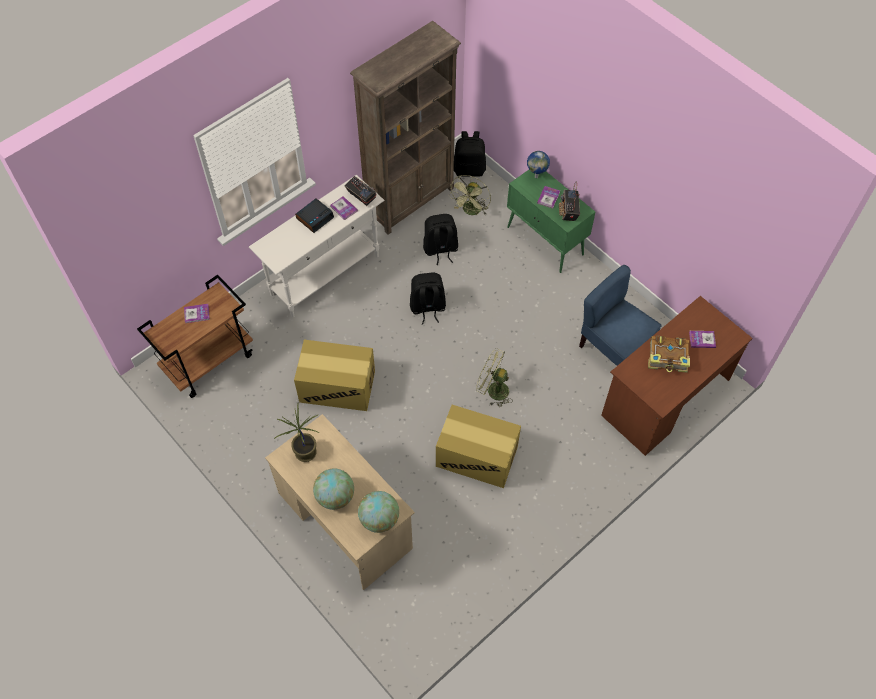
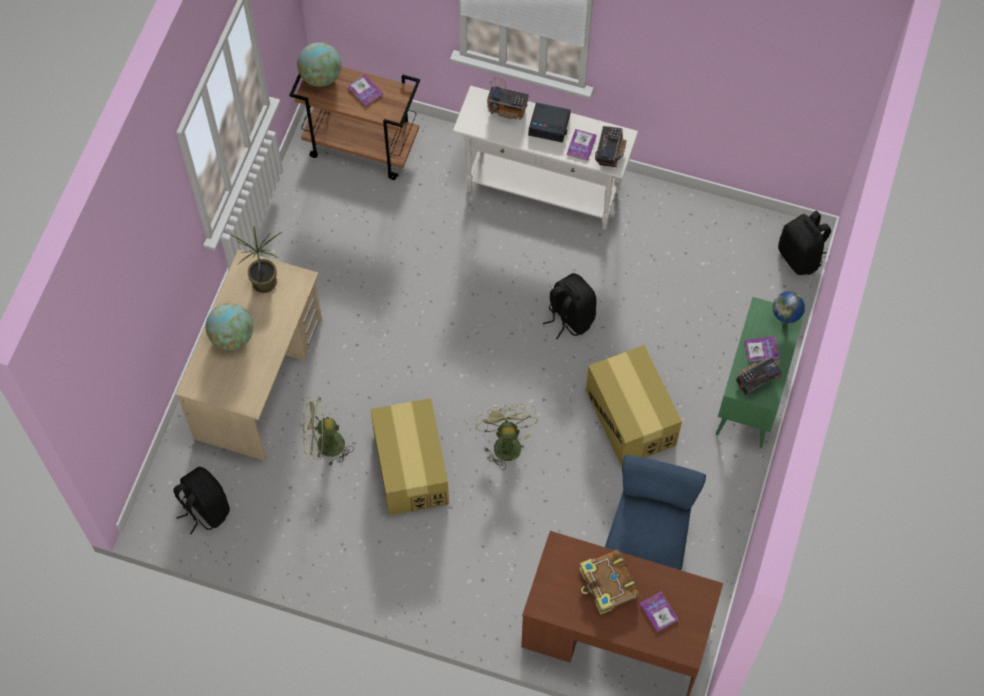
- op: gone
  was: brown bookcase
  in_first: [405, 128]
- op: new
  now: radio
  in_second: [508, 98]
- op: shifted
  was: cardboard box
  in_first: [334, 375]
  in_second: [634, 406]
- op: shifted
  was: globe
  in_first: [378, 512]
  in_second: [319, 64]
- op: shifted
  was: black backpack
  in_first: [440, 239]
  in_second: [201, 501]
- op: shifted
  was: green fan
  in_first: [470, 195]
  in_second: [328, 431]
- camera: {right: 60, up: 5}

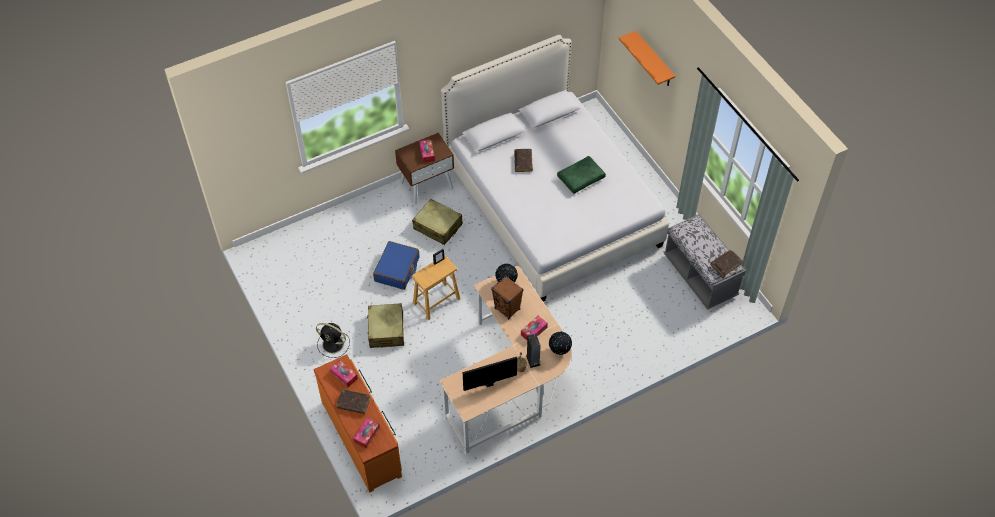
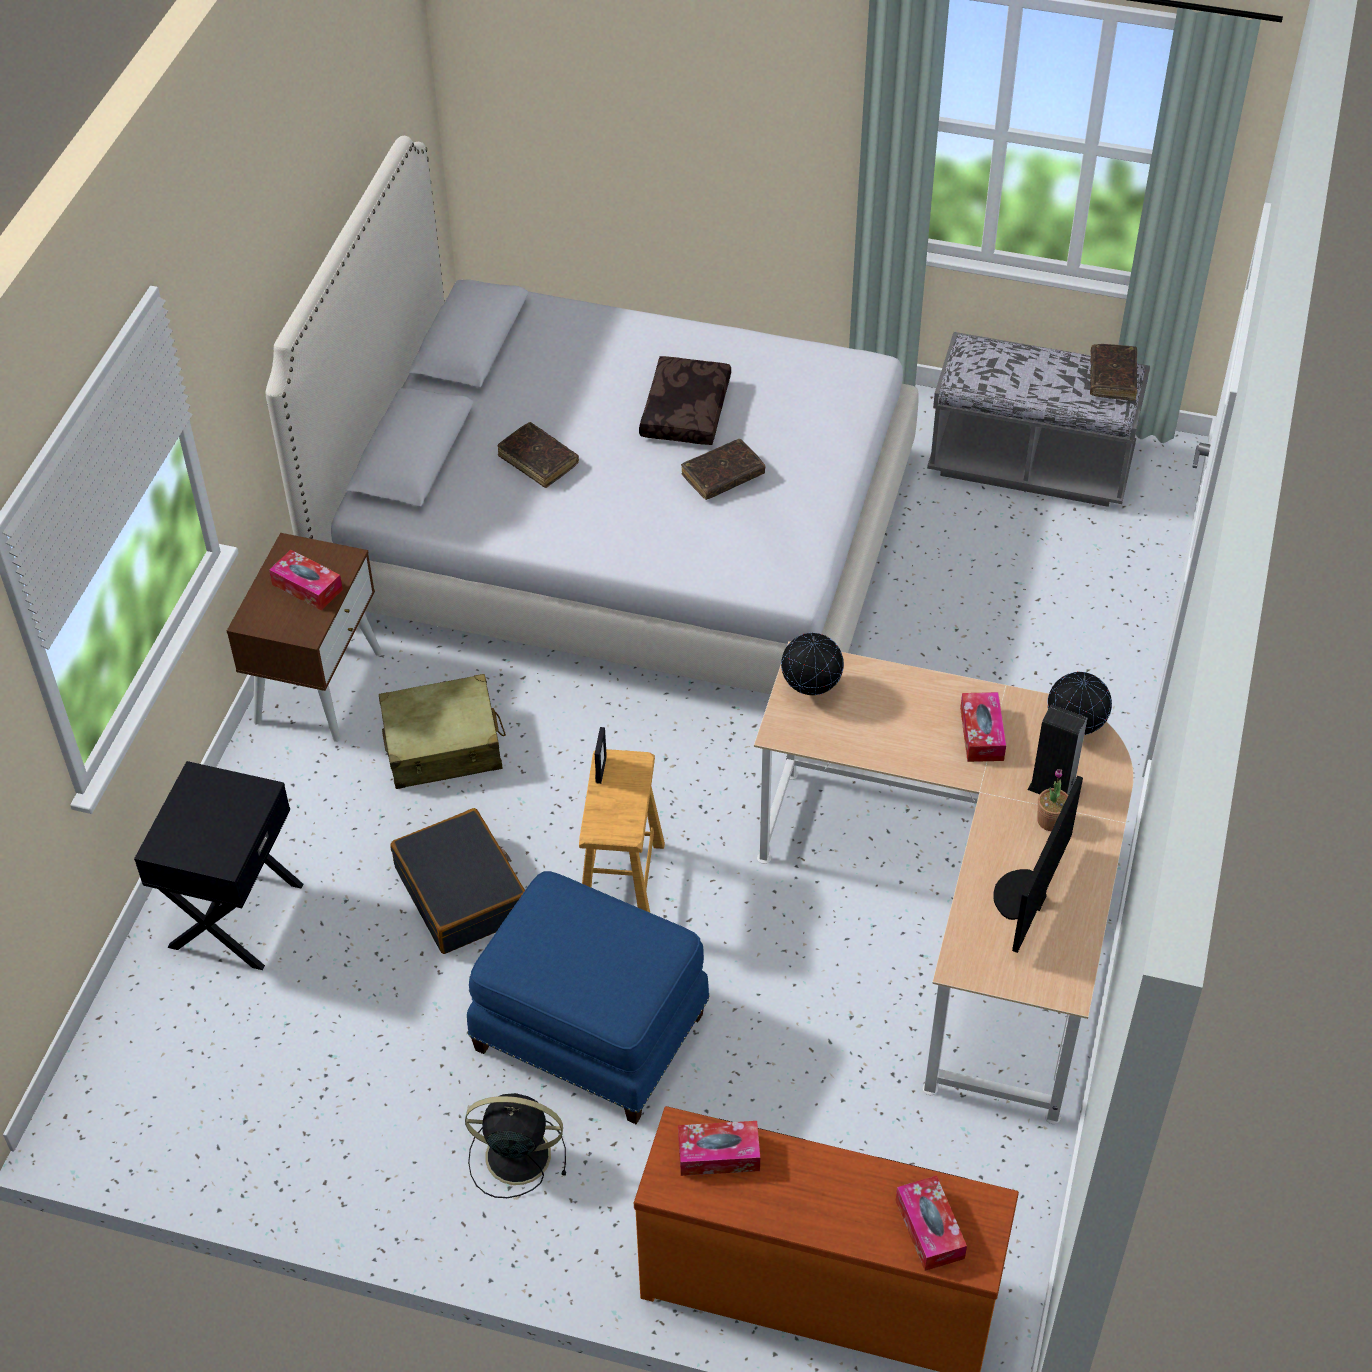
- op: gone
  was: brown speaker
  in_first: [507, 297]
- op: gone
  was: orange shelf
  in_first: [647, 58]
- op: new
  now: black nightstand
  in_second: [218, 865]
- op: shifted
  was: brown book
  in_first: [353, 401]
  in_second: [723, 469]
- op: swapped
  was: beige suitcase
  now: blue ottoman
  in_first: [385, 325]
  in_second: [588, 997]
- op: repainted
  was: blue suitcase
  now: black suitcase
  in_first: [396, 265]
  in_second: [458, 881]
- op: repainted
  was: green pillow
  now: brown pillow
  in_first: [581, 175]
  in_second: [685, 400]
- op: rotated
  was: black fan
  in_first: [333, 340]
  in_second: [515, 1145]
  clockwise: -150
- camera: {right: -45, up: -5}

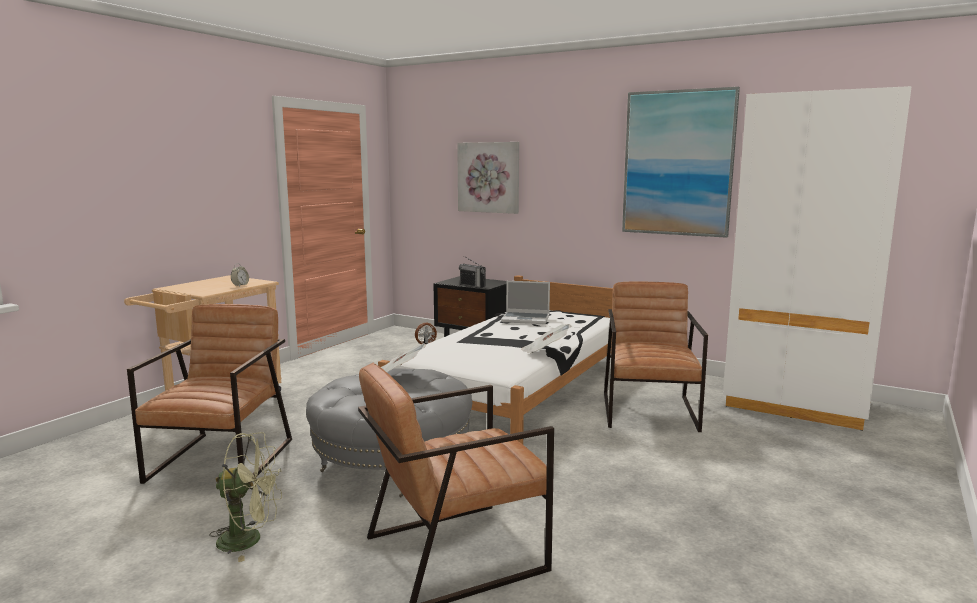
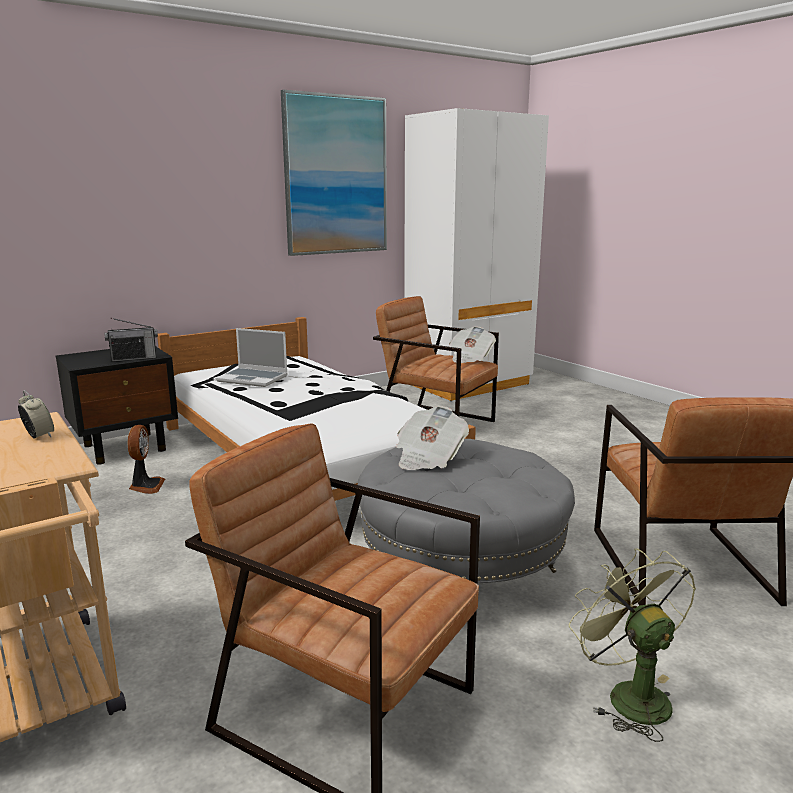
- op: gone
  was: picture
  in_first: [488, 178]
- op: shifted
  was: newspaper
  in_first: [546, 339]
  in_second: [472, 344]
- op: rotated
  was: green fan
  in_first: [245, 497]
  in_second: [632, 645]
  clockwise: -45
- op: rotated
  was: laptop
  in_first: [525, 302]
  in_second: [251, 357]
  clockwise: 75
- camera: {right: -65, up: 5}

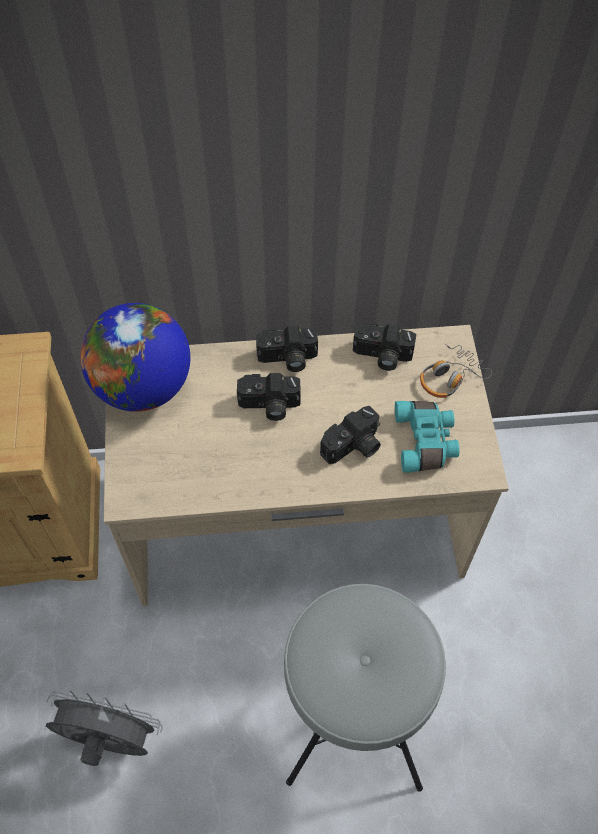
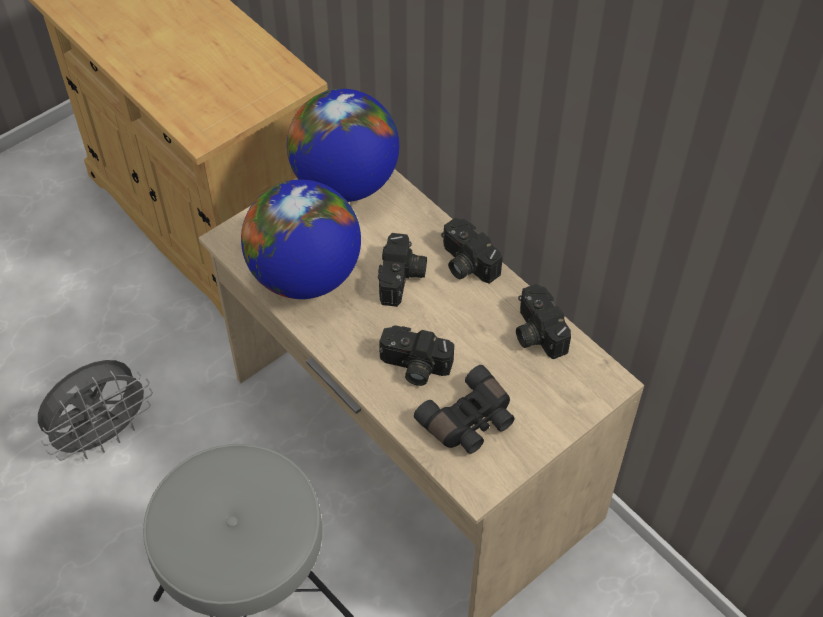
- op: gone
  was: headphones
  in_first: [456, 371]
- op: new
  now: globe
  in_second: [301, 239]
- op: repainted
  was: turquoise binoculars
  now: black binoculars
  in_first: [427, 437]
  in_second: [464, 409]
- op: rotated
  was: grey fan
  in_first: [104, 728]
  in_second: [95, 410]
  clockwise: 75
- op: rotated
  was: photo camera
  in_first: [269, 397]
  in_second: [402, 270]
  clockwise: -135
- camera: {right: 55, up: -5}

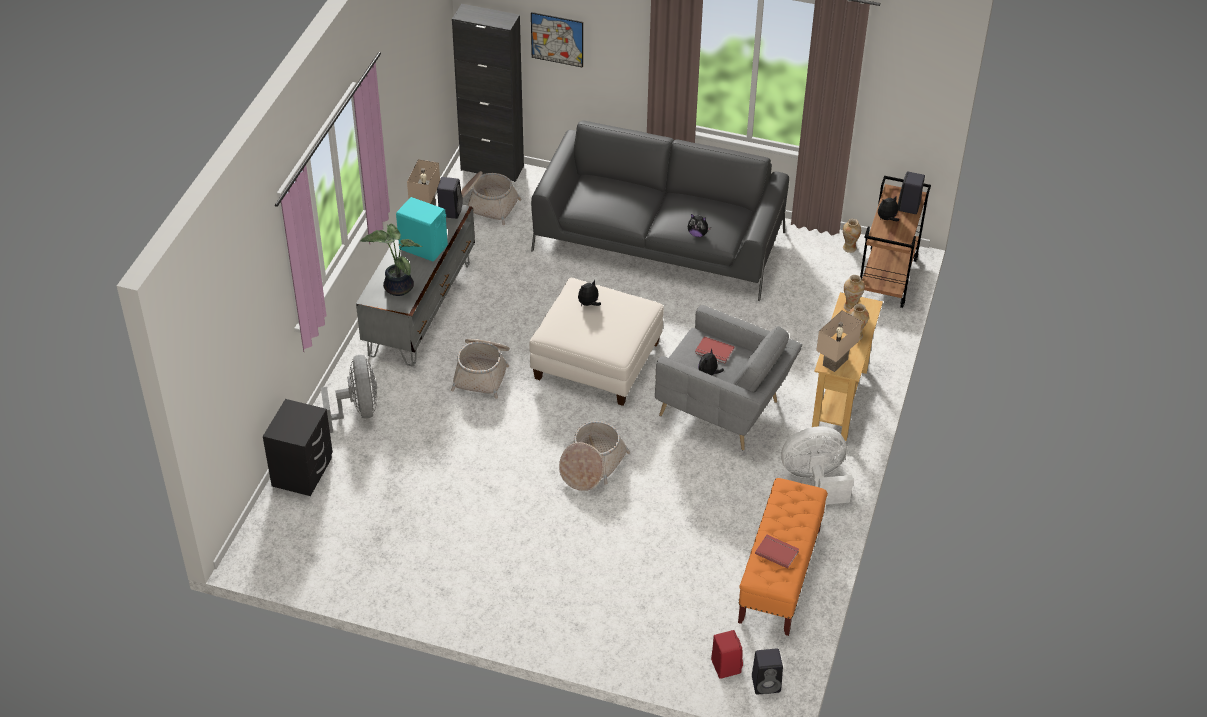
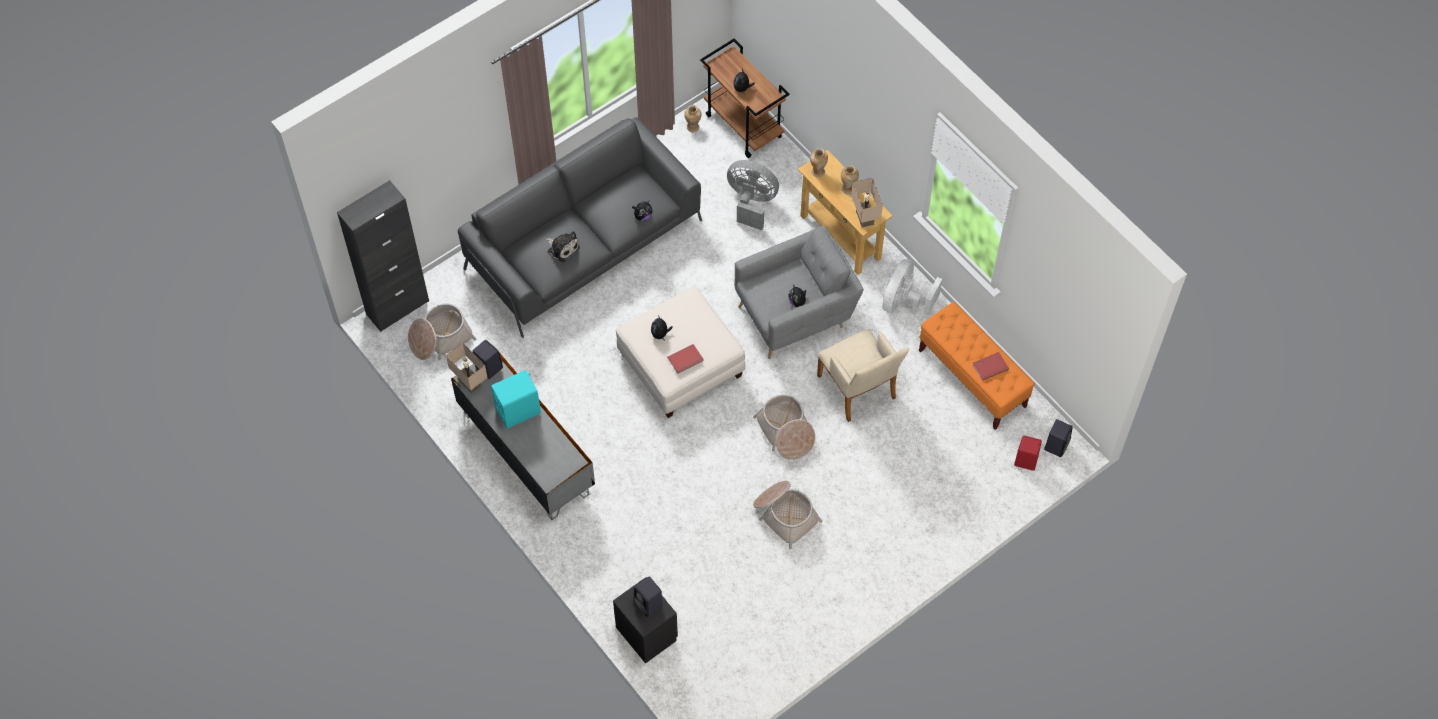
- op: gone
  was: potted plant
  in_first: [391, 260]
- op: gone
  was: picture
  in_first: [557, 40]
- op: new
  now: plush toy
  in_second: [563, 246]
- op: new
  now: beige armchair
  in_second: [863, 375]
- op: shifted
  was: grey fan
  in_first: [349, 394]
  in_second: [753, 195]
- op: shifted
  was: basket
  in_first: [480, 369]
  in_second: [788, 515]
- op: shifted
  was: red book
  in_first: [714, 349]
  in_second: [685, 359]
- op: shifted
  was: black speaker
  in_first: [911, 192]
  in_second: [648, 596]
- camera: {right: -55, up: 15}

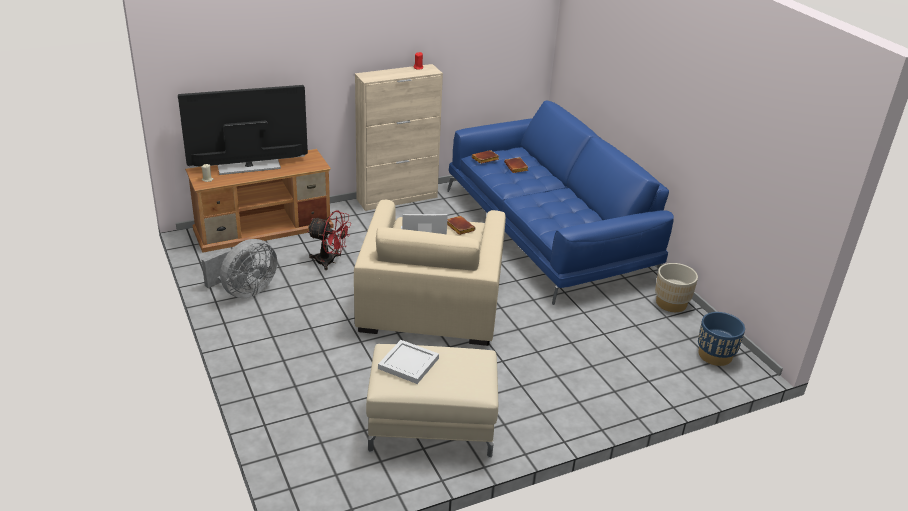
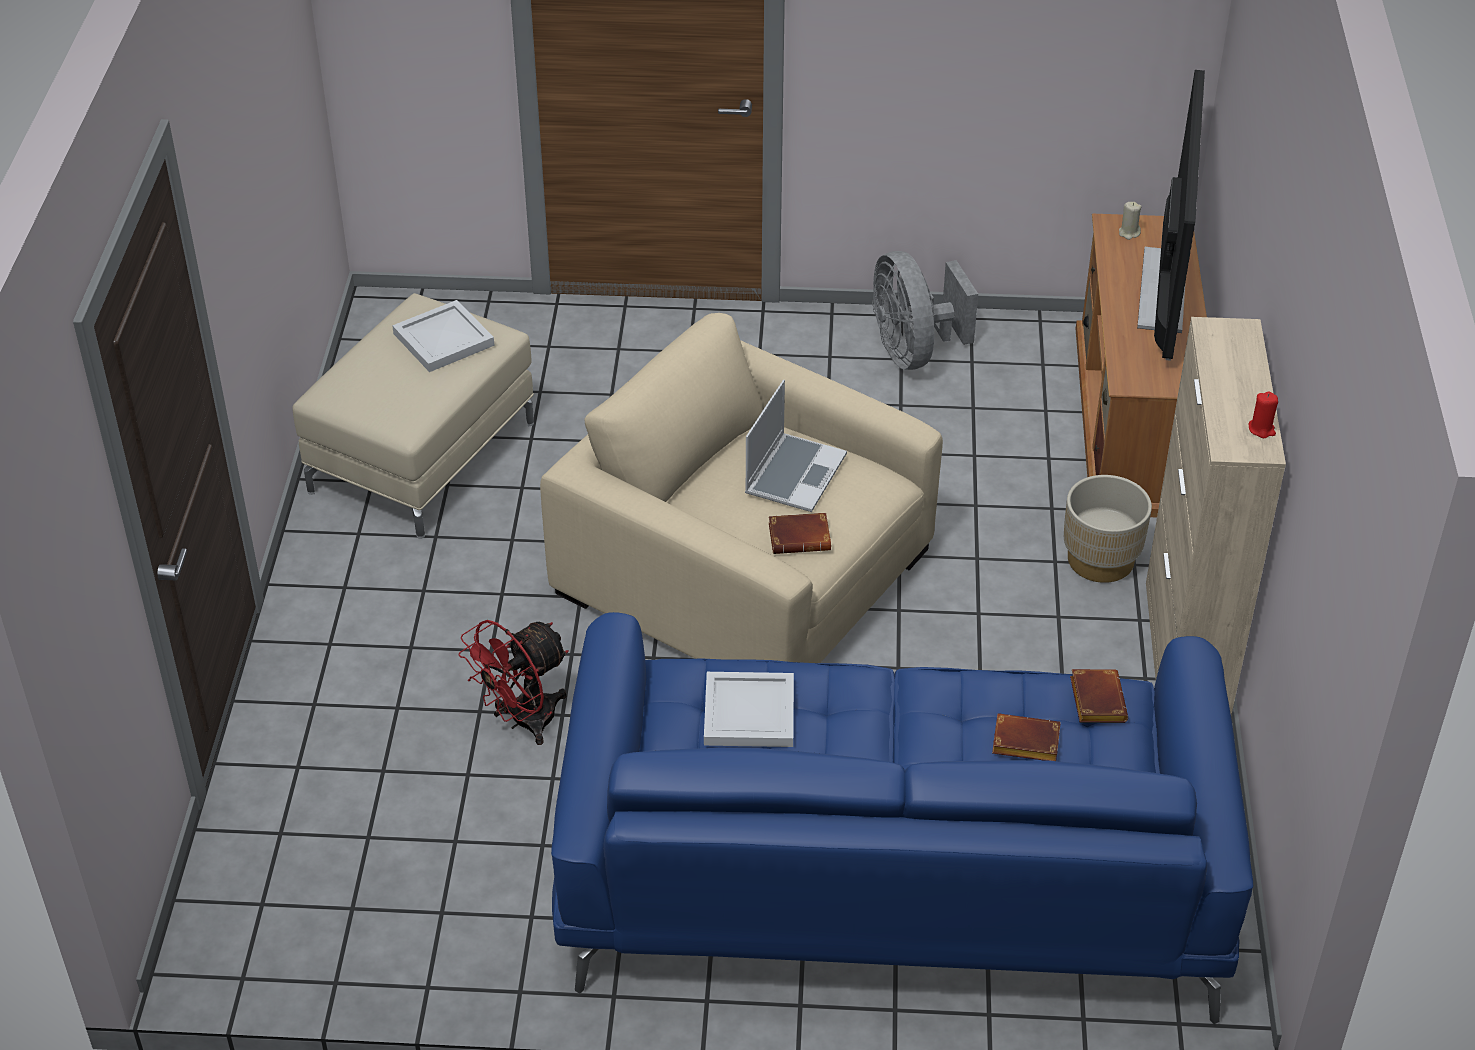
- op: gone
  was: blue planter
  in_first: [721, 339]
- op: new
  now: white tray
  in_second: [749, 709]
- op: shifted
  was: red fan
  in_first: [329, 240]
  in_second: [514, 682]
- op: shifted
  was: beige planter
  in_first: [676, 287]
  in_second: [1108, 529]
- camera: {right: 120, up: 10}

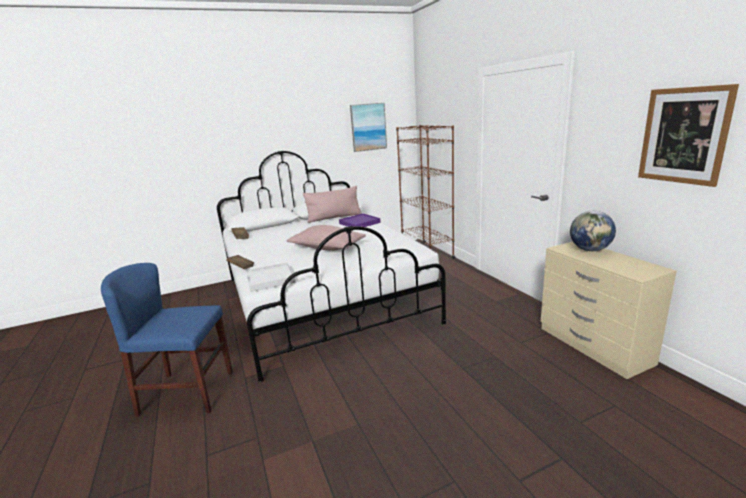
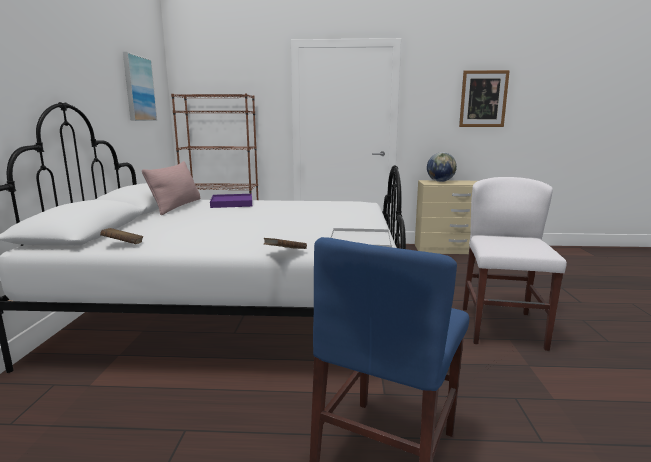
- op: gone
  was: pink pillow
  in_first: [326, 238]
- op: new
  now: white chair
  in_second: [514, 264]
- camera: {right: -65, up: -5}

